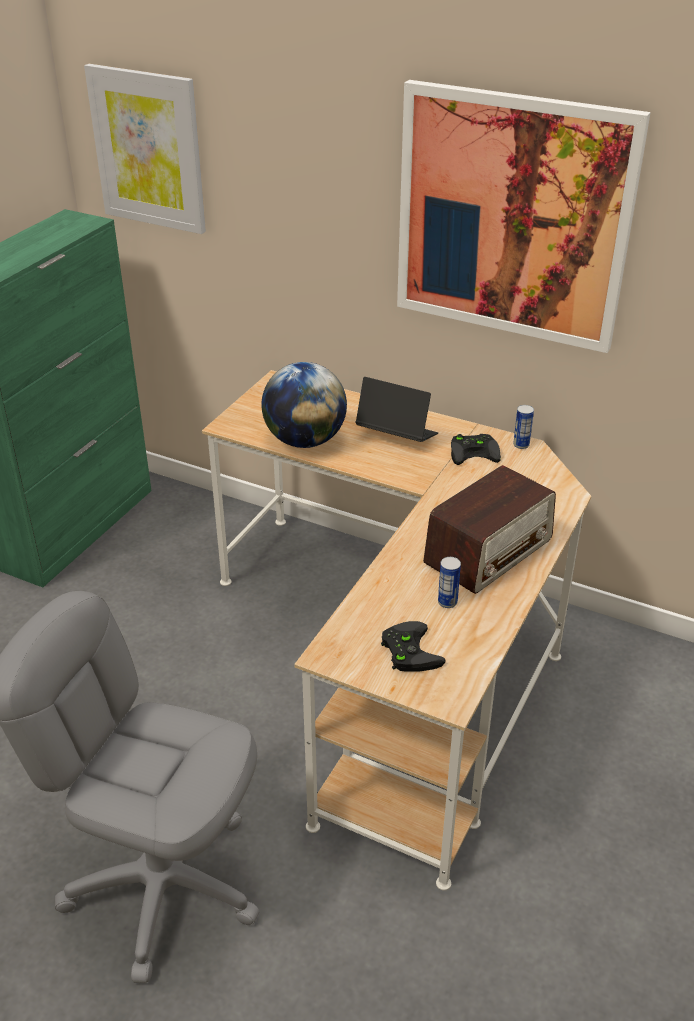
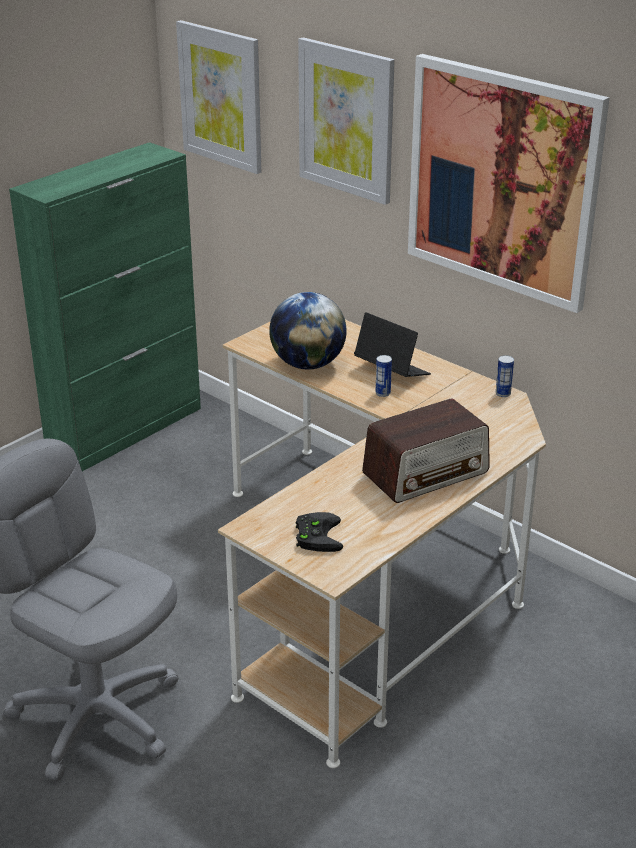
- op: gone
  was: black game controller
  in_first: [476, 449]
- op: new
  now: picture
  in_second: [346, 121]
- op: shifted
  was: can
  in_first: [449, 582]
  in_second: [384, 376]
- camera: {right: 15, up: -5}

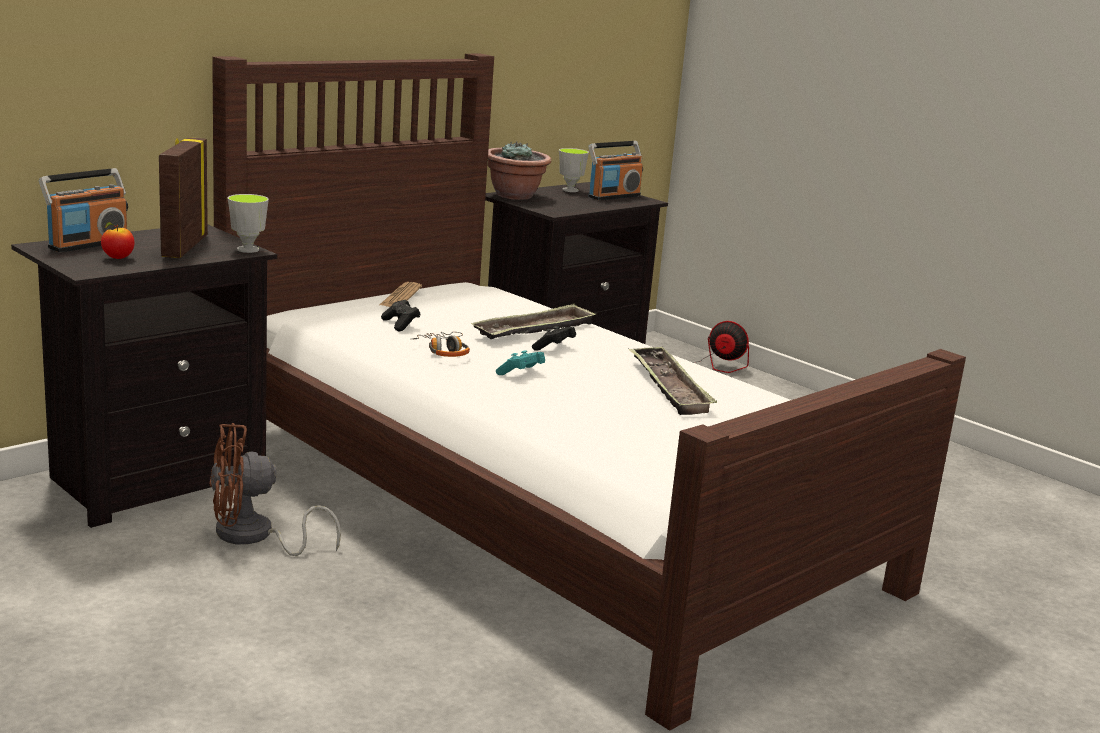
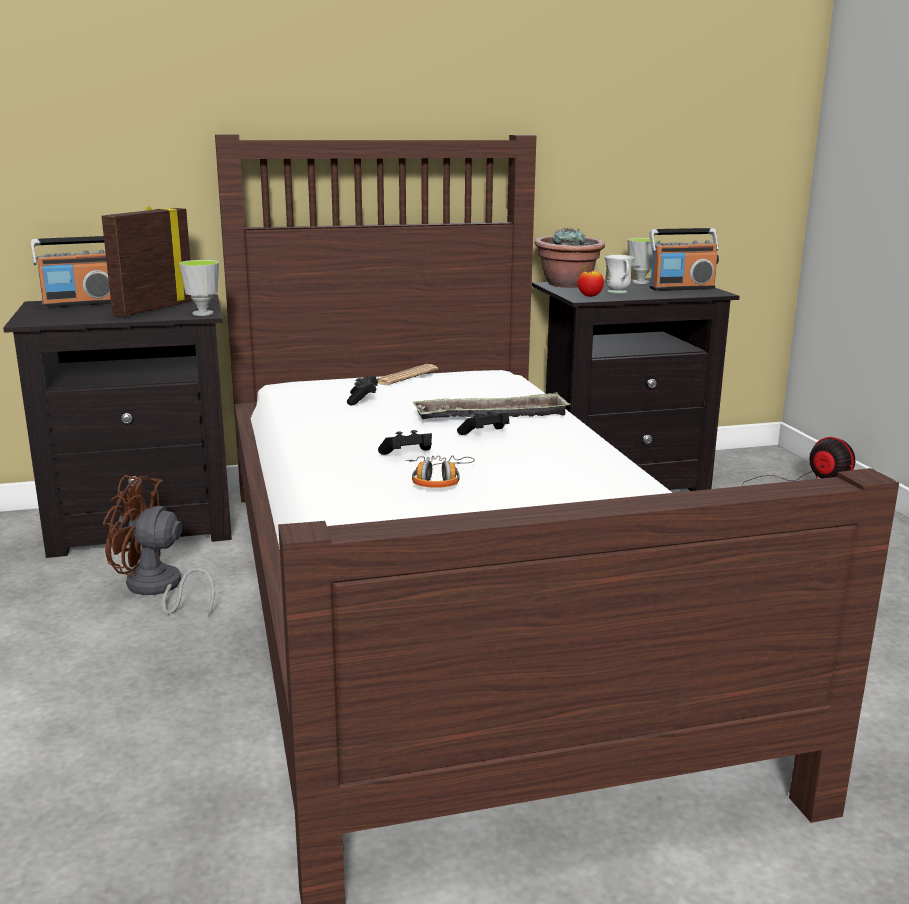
- op: gone
  was: tray
  in_first: [672, 381]
- op: new
  now: white mug
  in_second: [619, 274]
- op: shifted
  was: apple
  in_first: [117, 240]
  in_second: [590, 281]
- op: shifted
  was: headphones
  in_first: [441, 344]
  in_second: [440, 472]
- op: repainted
  was: turquoise game controller
  now: black game controller
  in_first: [520, 362]
  in_second: [405, 442]
- camera: {right: 30, up: 0}

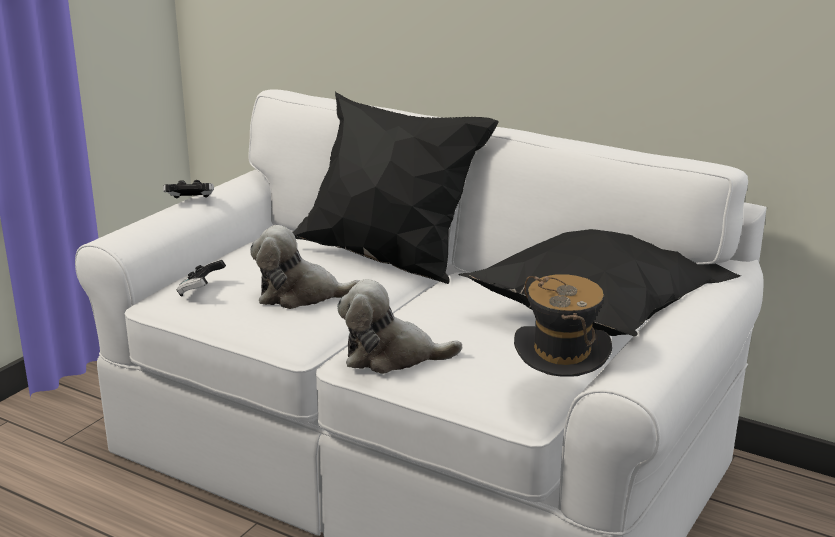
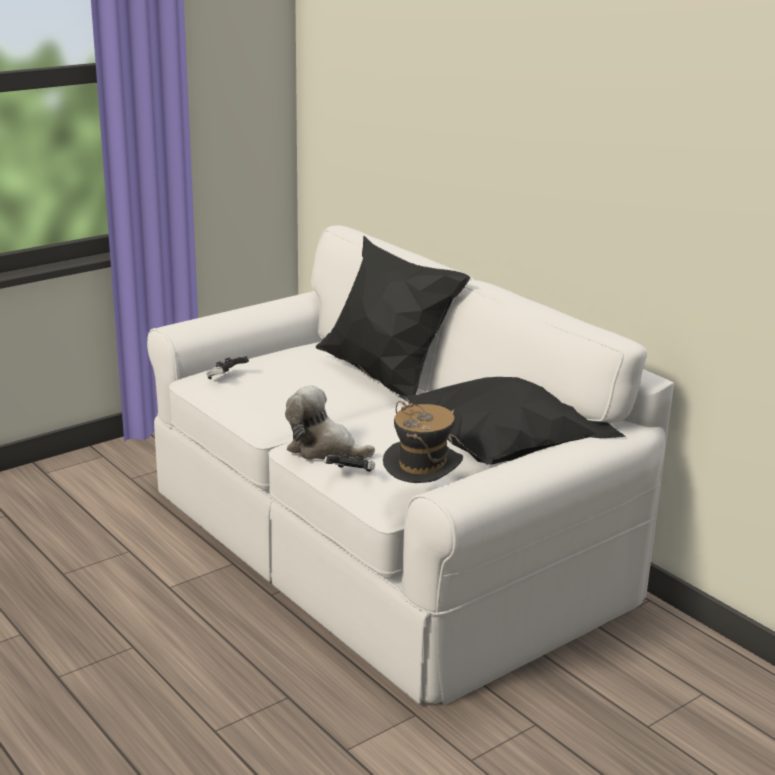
- op: gone
  was: plush toy
  in_first: [305, 267]
- op: shifted
  was: game controller
  in_first: [188, 189]
  in_second: [349, 462]
- camera: {right: 20, up: 0}

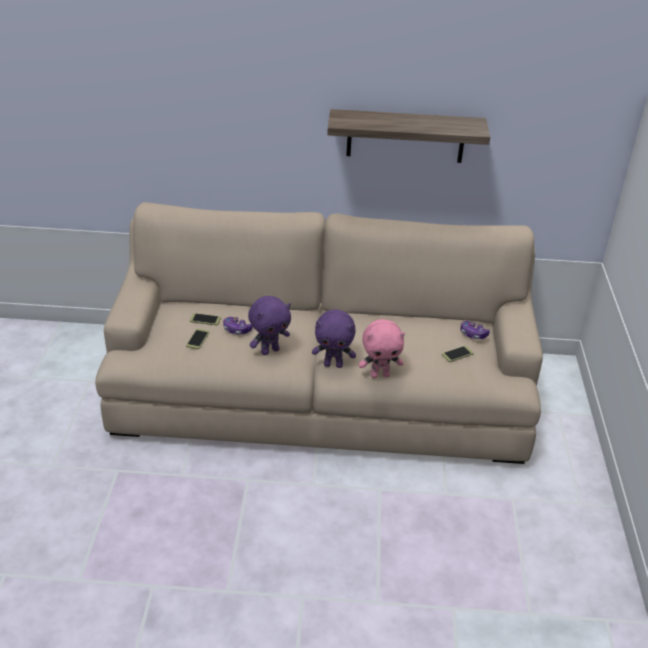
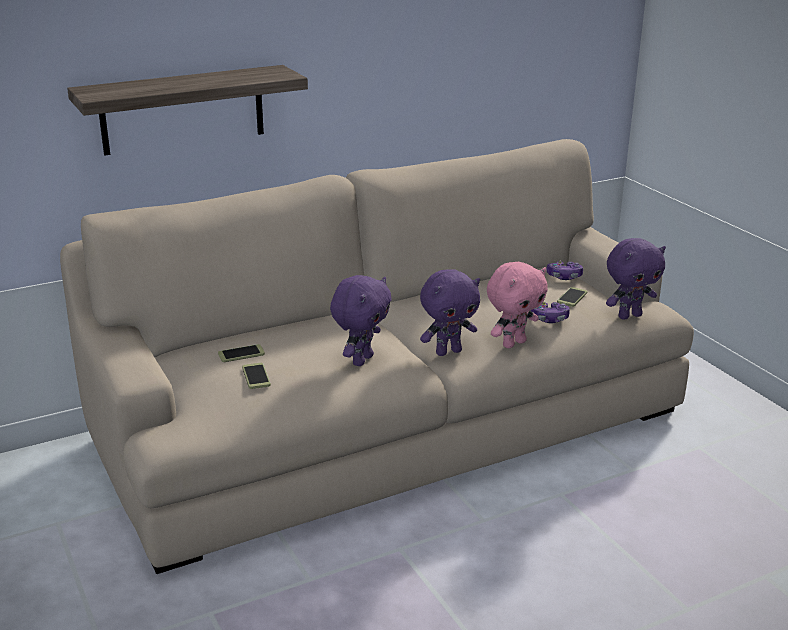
- op: new
  now: purple plush toy
  in_second: [636, 279]
- op: shifted
  was: game controller
  in_first: [238, 326]
  in_second: [550, 312]
- op: shifted
  was: shelf
  in_first: [408, 136]
  in_second: [187, 110]
- camera: {right: -30, up: -10}

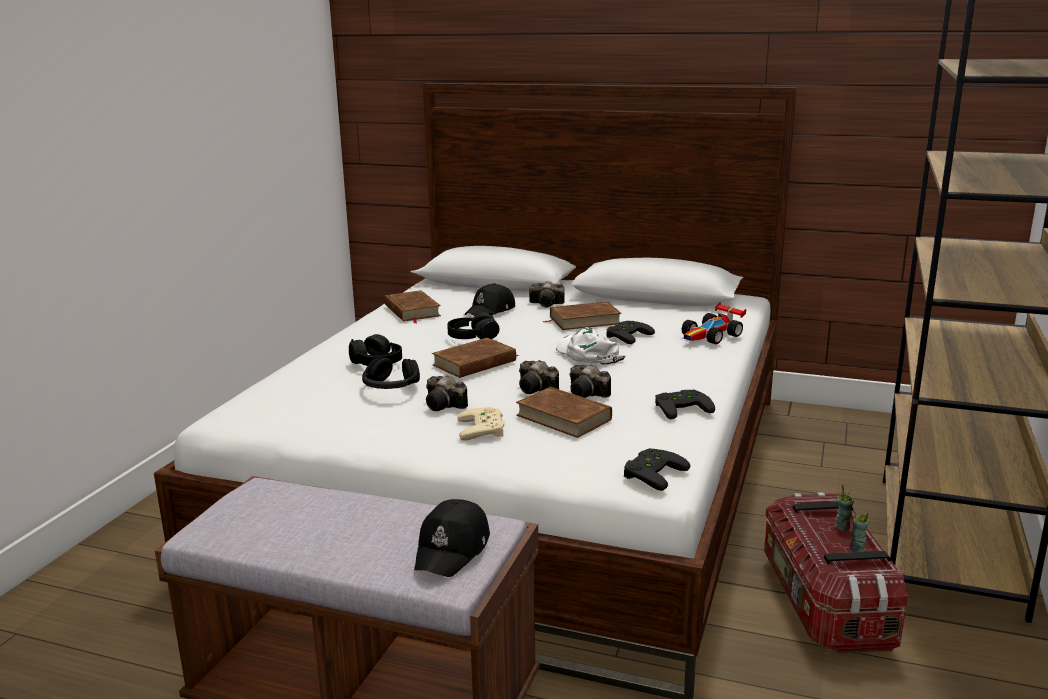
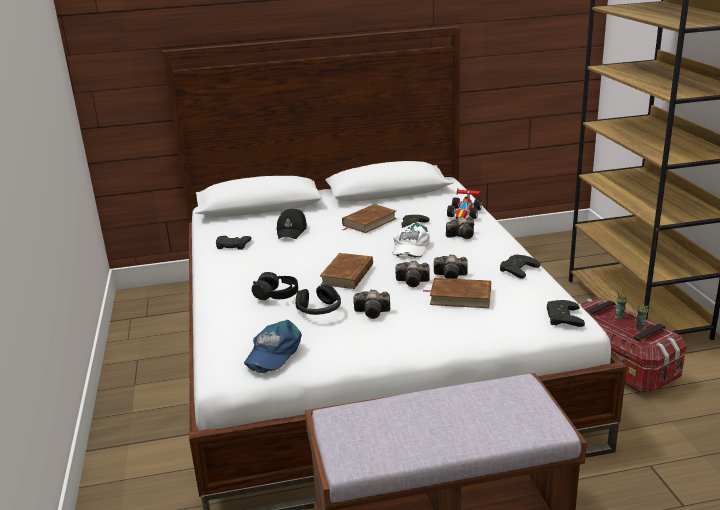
- op: gone
  was: black cap
  in_first: [452, 538]
- op: gone
  was: black headphones
  in_first: [473, 325]
- op: gone
  was: beige game controller
  in_first: [480, 424]
- op: new
  now: blue cap
  in_second: [273, 346]
- op: shifted
  was: photo camera
  in_first: [547, 294]
  in_second: [460, 227]
- op: swapped
  was: brown book
  now: black game controller
  in_first: [412, 307]
  in_second: [233, 243]
- op: rotated
  was: white cap
  in_first: [590, 345]
  in_second: [411, 241]
  clockwise: -105
- camera: {right: -30, up: 5}

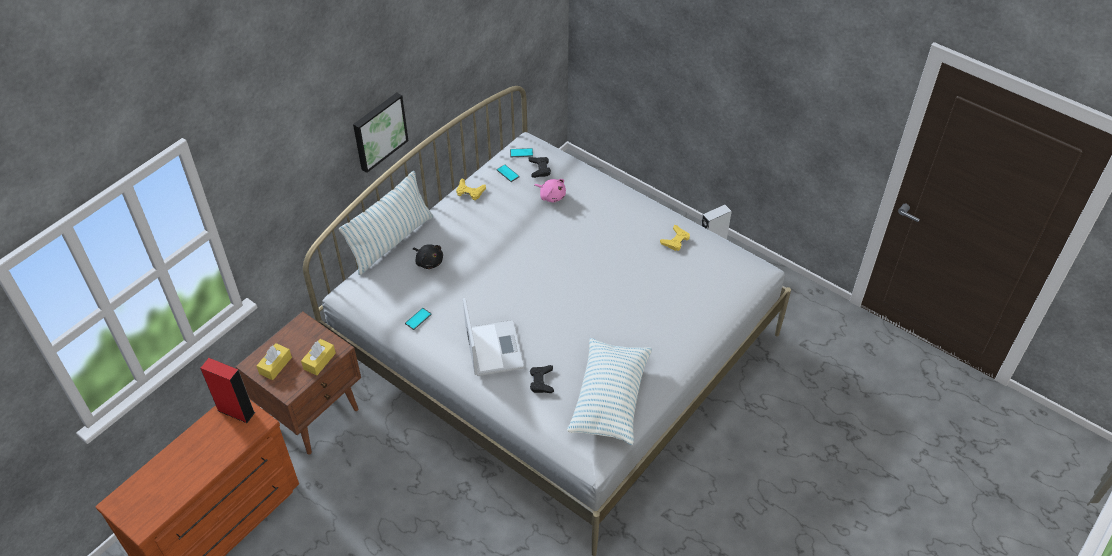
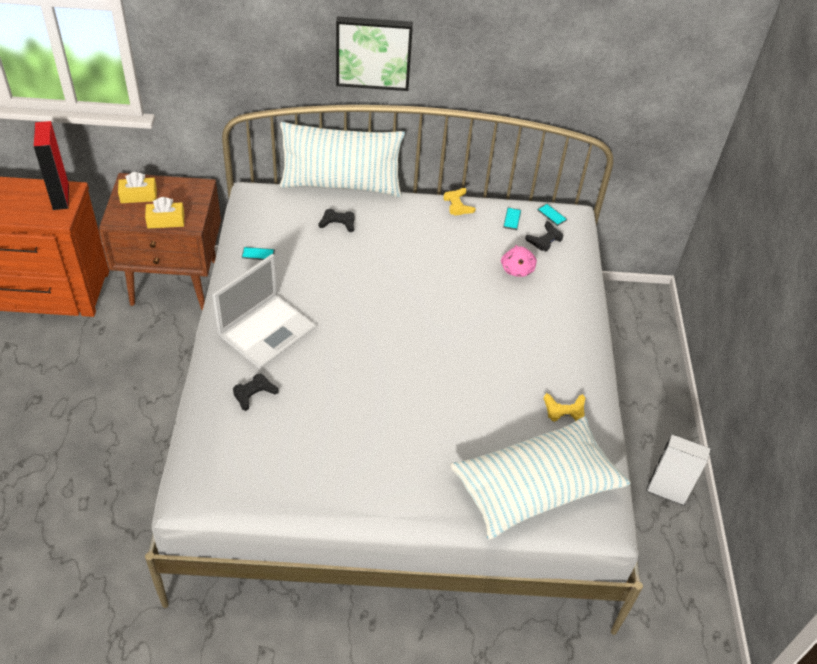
- op: shifted
  was: pillow
  in_first: [609, 391]
  in_second: [540, 478]
- op: swapped
  was: black plush toy
  now: black game controller
  in_first: [428, 256]
  in_second: [336, 221]
- camera: {right: 50, up: 0}

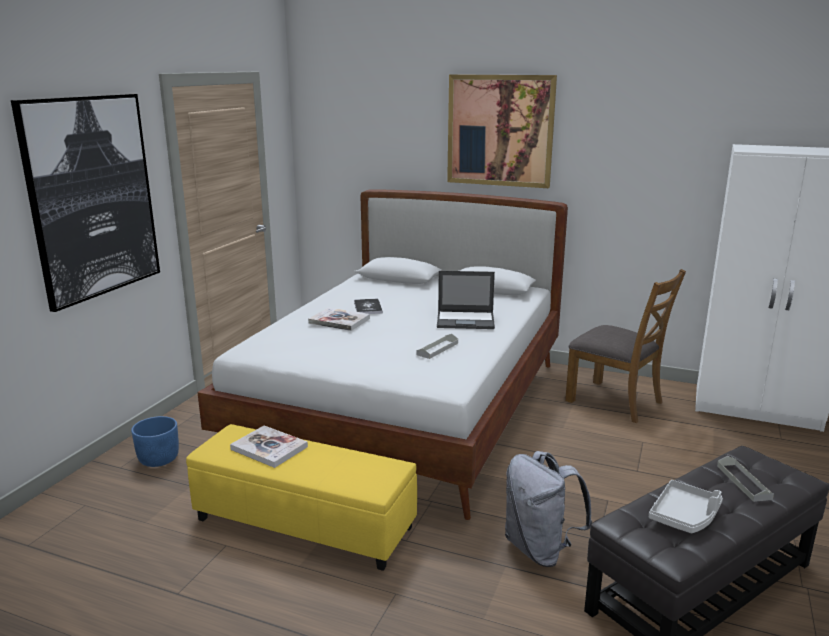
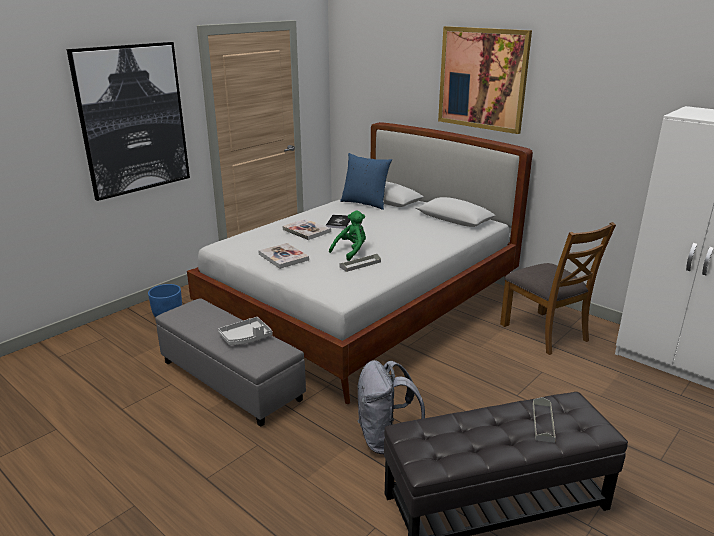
- op: gone
  was: laptop
  in_first: [466, 300]
- op: new
  now: green plush toy
  in_second: [347, 235]
- op: new
  now: blue pillow
  in_second: [366, 181]
- op: shifted
  was: book
  in_first: [269, 446]
  in_second: [283, 256]
- op: shifted
  was: grey tray
  in_first: [686, 506]
  in_second: [245, 331]
- op: repainted
  was: yellow ottoman
  now: grey ottoman
  in_first: [301, 497]
  in_second: [230, 362]
- camera: {right: 20, up: 5}

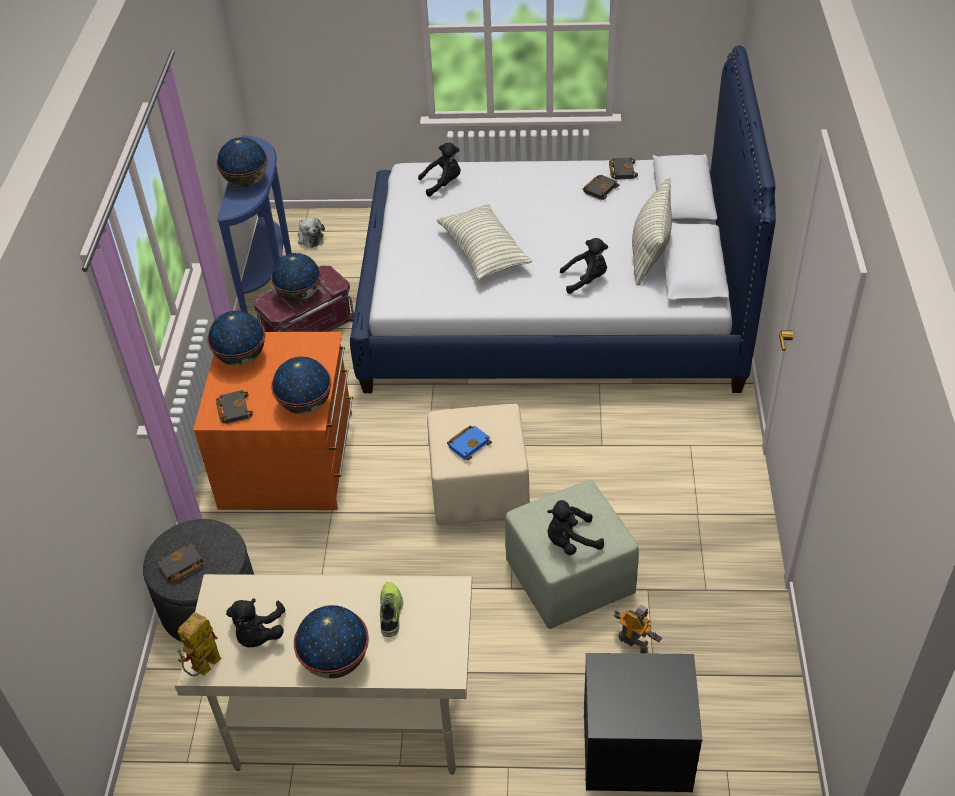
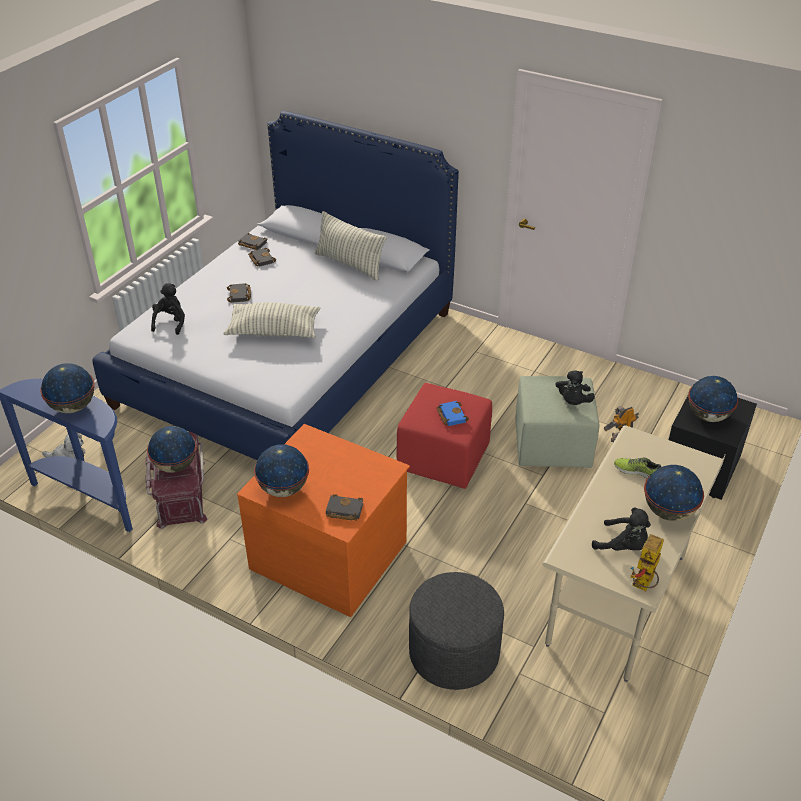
- op: gone
  was: black plush toy
  in_first: [584, 266]
- op: shifted
  was: black book
  in_first: [180, 562]
  in_second: [239, 293]
- op: shifted
  was: globe
  in_first: [301, 385]
  in_second: [713, 399]
- op: repainted
  was: beige ottoman
  now: red ottoman
  in_first: [478, 464]
  in_second: [444, 436]
- op: rotated
  was: toy robot
  in_first: [199, 644]
  in_second: [647, 562]
  clockwise: 60
- camera: {right: -65, up: -5}

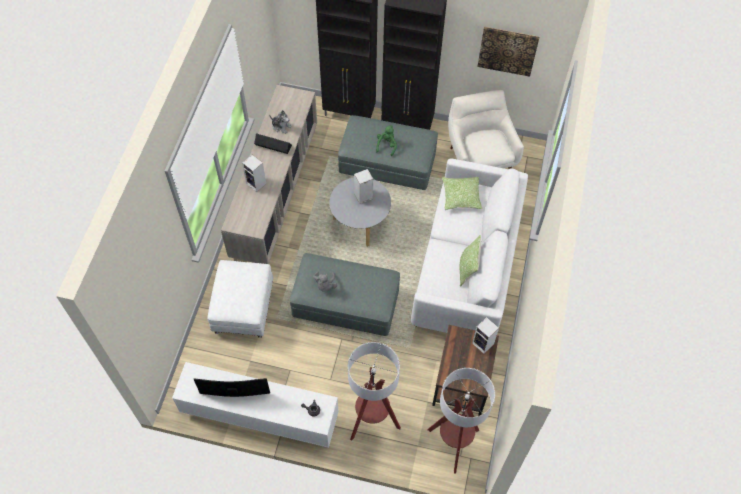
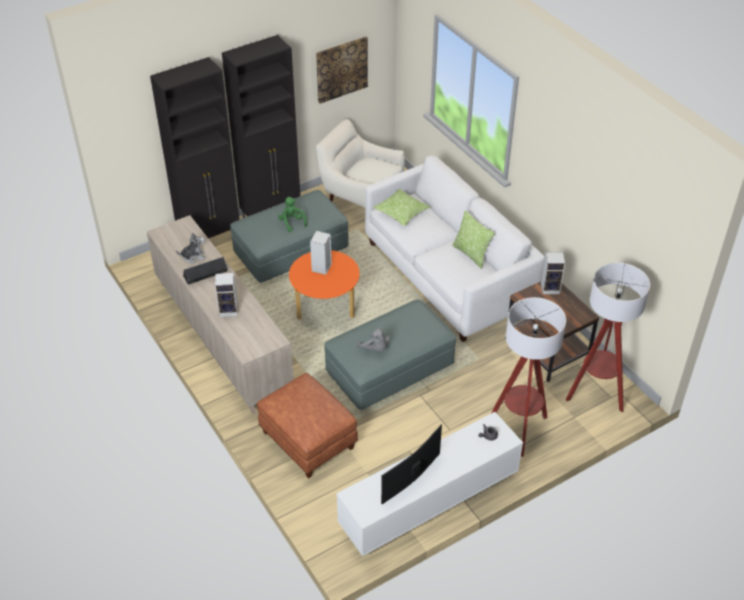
- op: repainted
  was: white ottoman
  now: brown ottoman
  in_first: [240, 299]
  in_second: [307, 426]
- op: repainted
  was: grey coffee table
  now: orange coffee table
  in_first: [360, 212]
  in_second: [324, 285]
- camera: {right: -45, up: -15}

